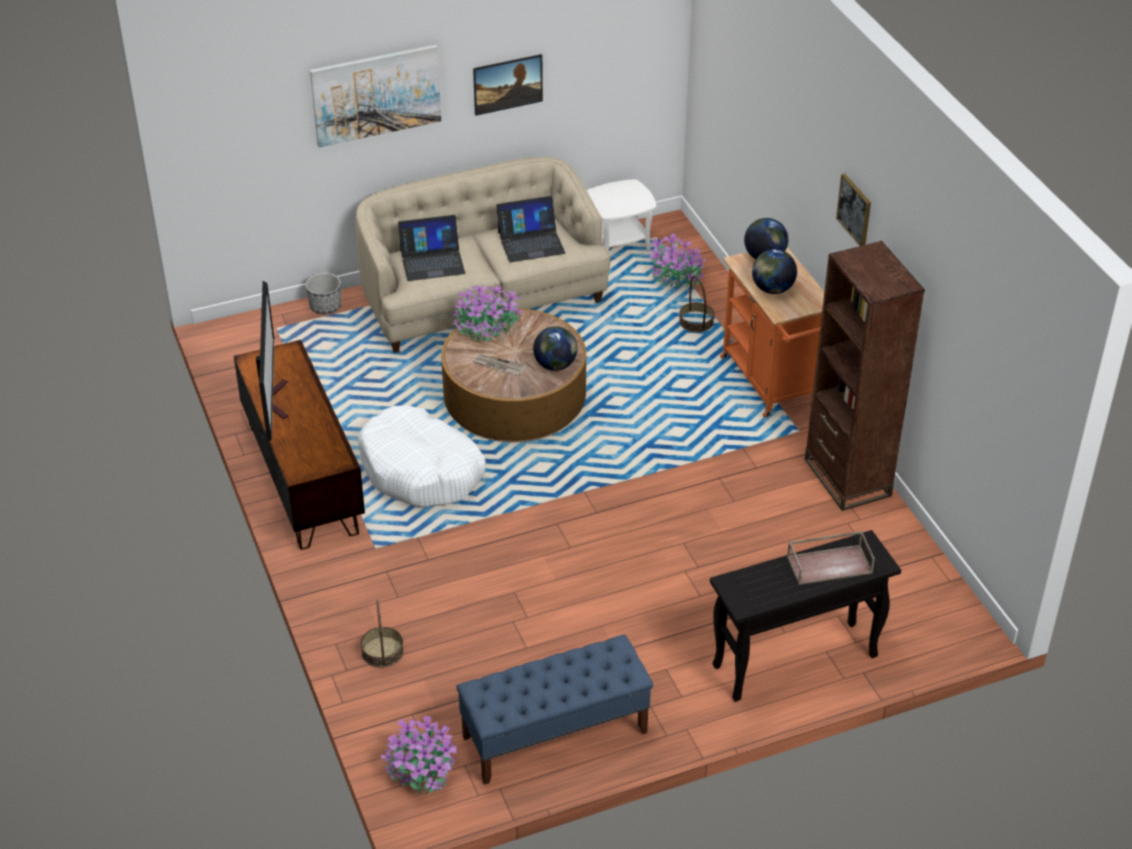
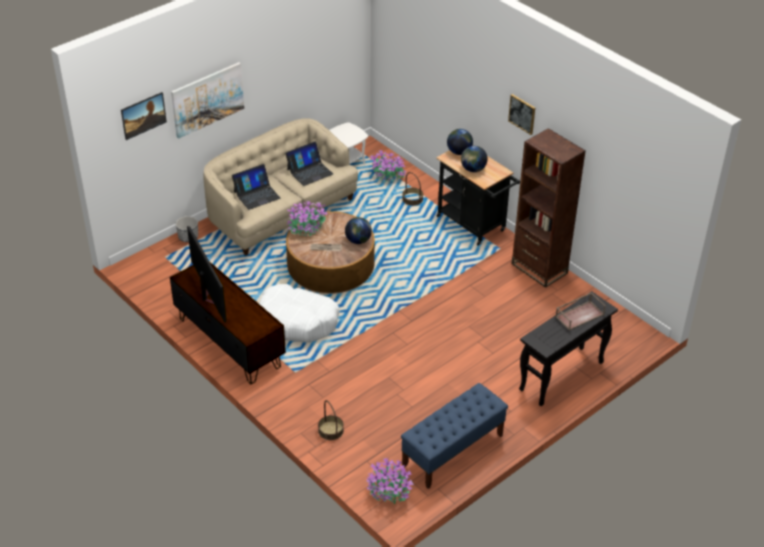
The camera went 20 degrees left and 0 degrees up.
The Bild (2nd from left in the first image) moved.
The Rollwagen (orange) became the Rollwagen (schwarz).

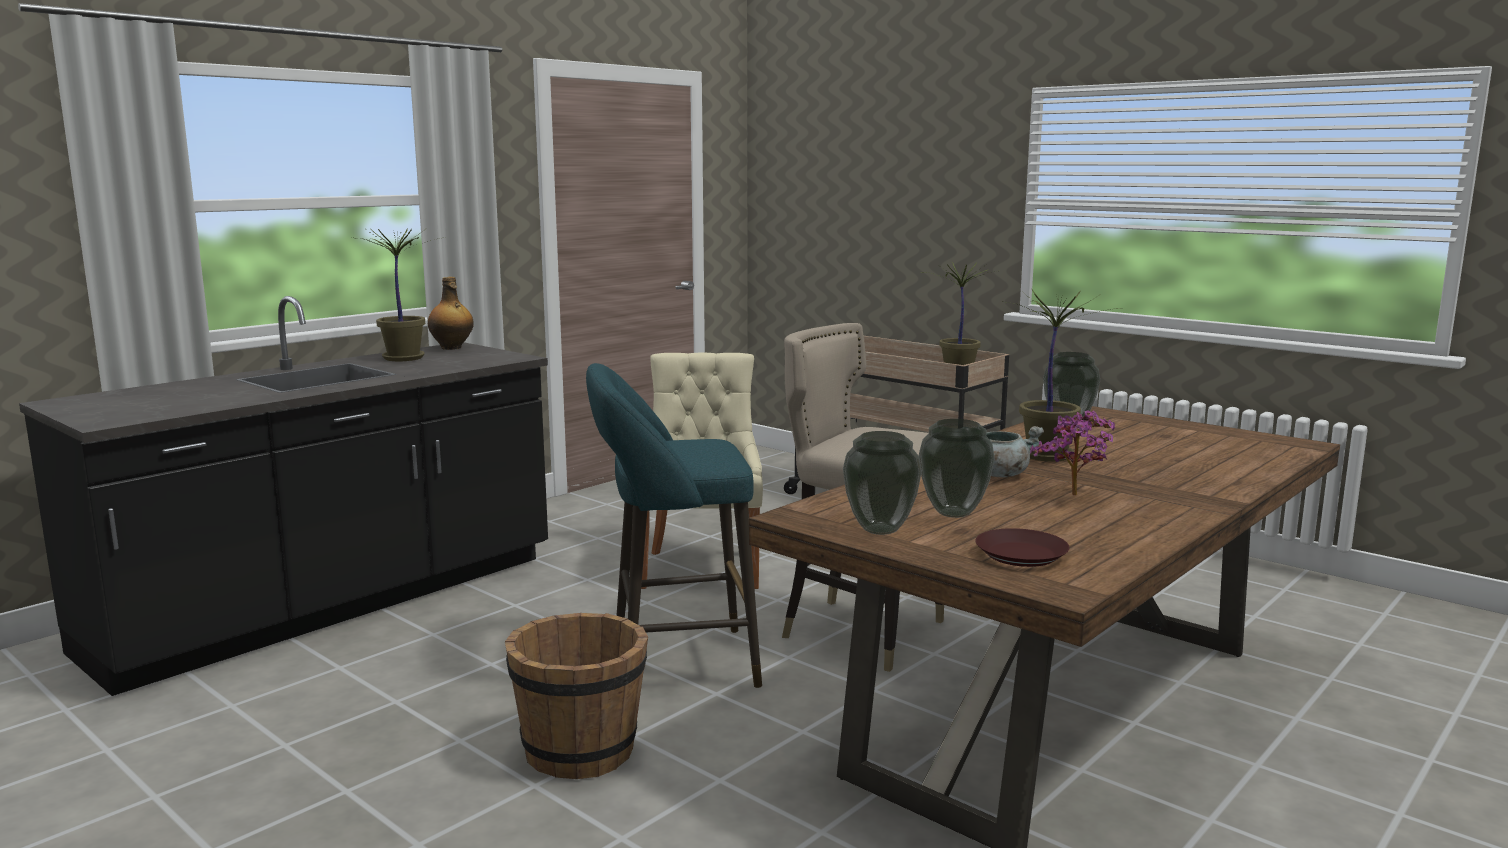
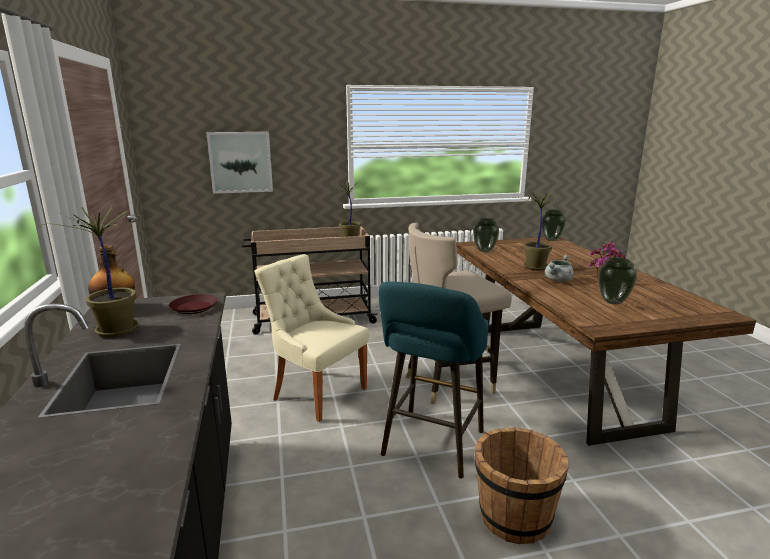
The camera went 55 degrees left and 5 degrees up.
The Vase (1st from left in the first image) moved.
The Teller (braun) moved.
The Bild appeared.

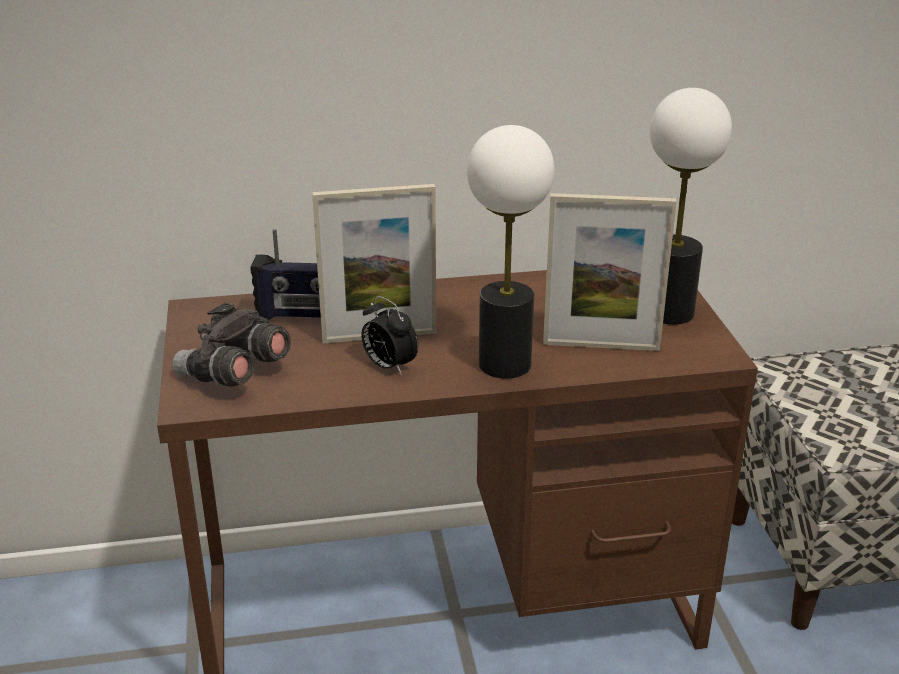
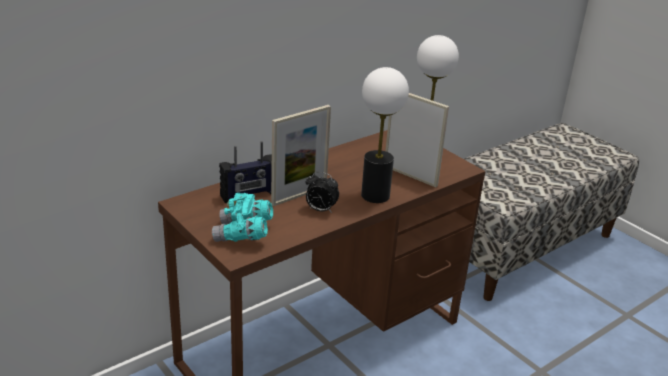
The camera went 30 degrees left and 0 degrees up.
The Bilderrahmen (2nd from left) turned 120 degrees counterclockwise.
The Fernglas (grau) became the Fernglas (türkis).

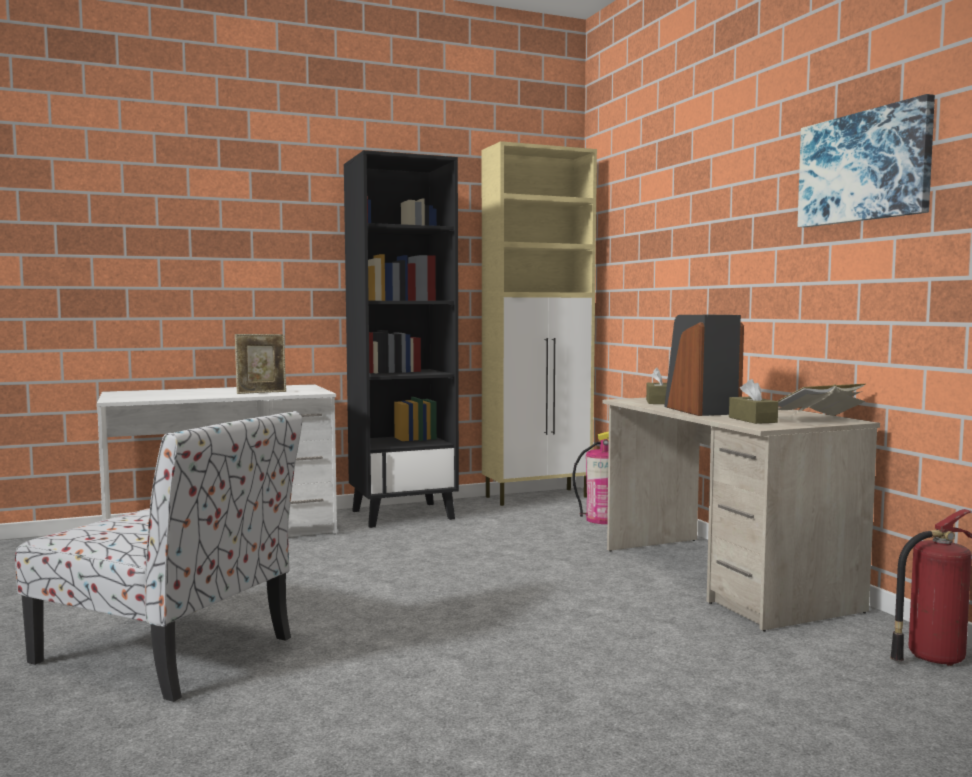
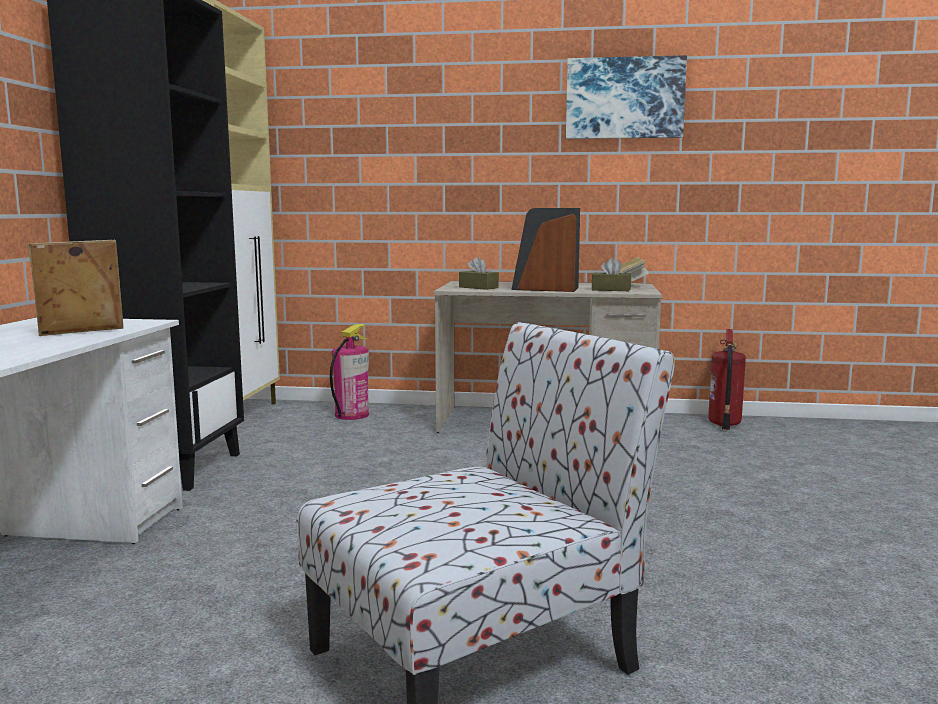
The camera went 60 degrees left and 5 degrees up.
The Bilderrahmen turned 120 degrees counterclockwise.

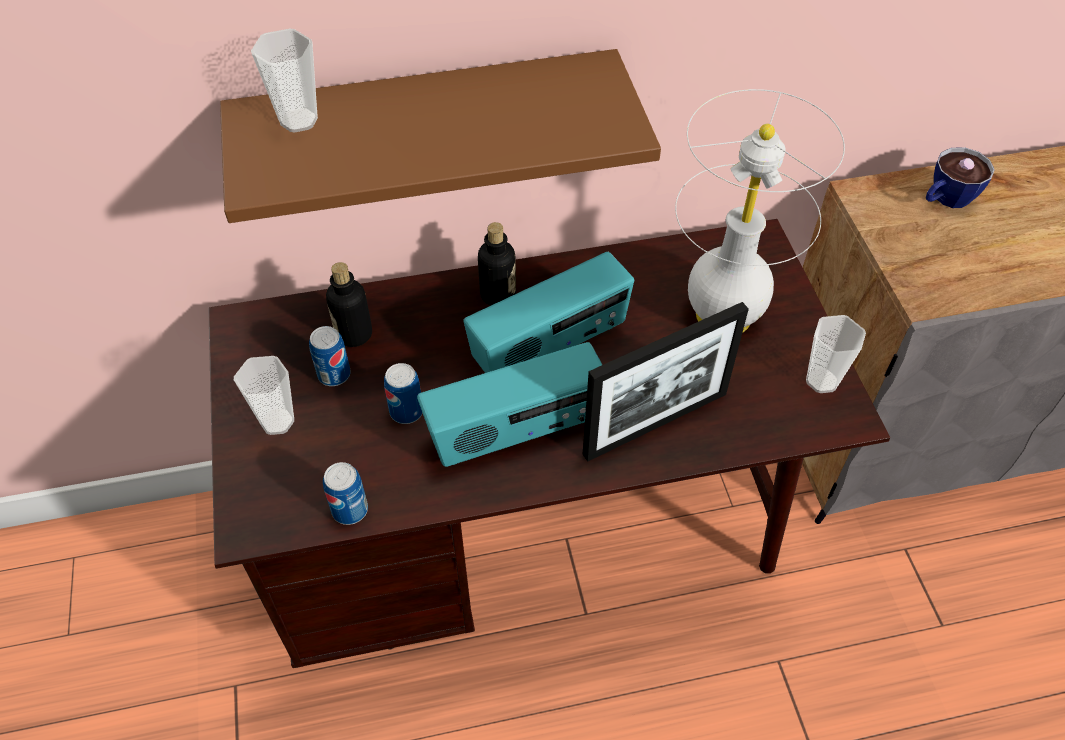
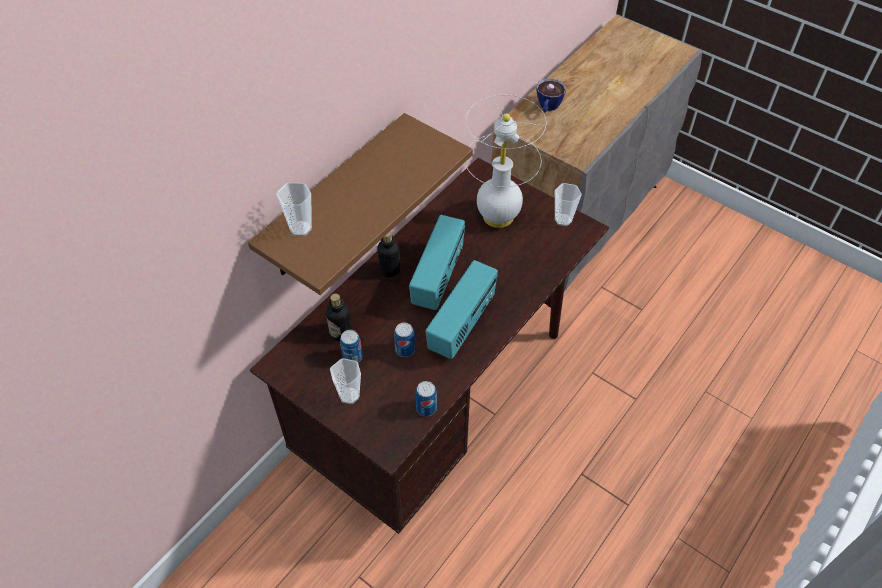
The camera went 40 degrees left and 0 degrees up.
The Bilderrahmen disappeared.

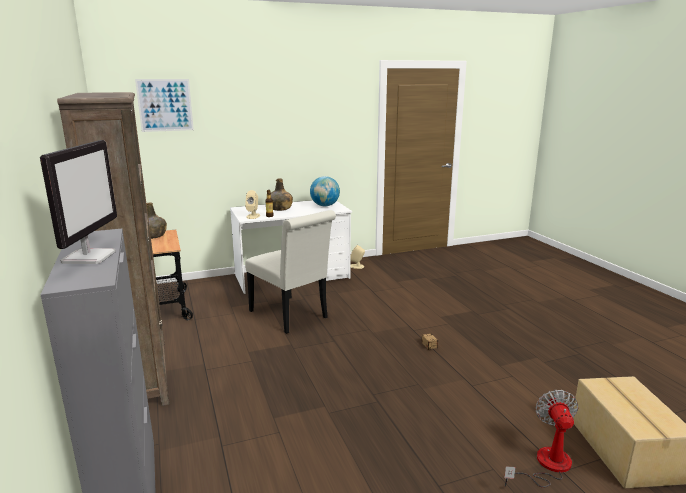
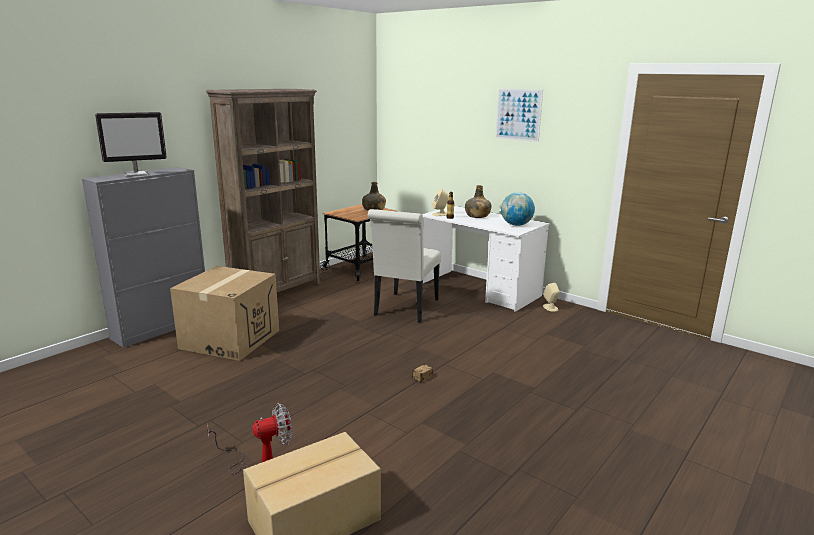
The camera went 60 degrees right and 0 degrees up.
The Bild moved.
The Karton (1st from left) appeared.

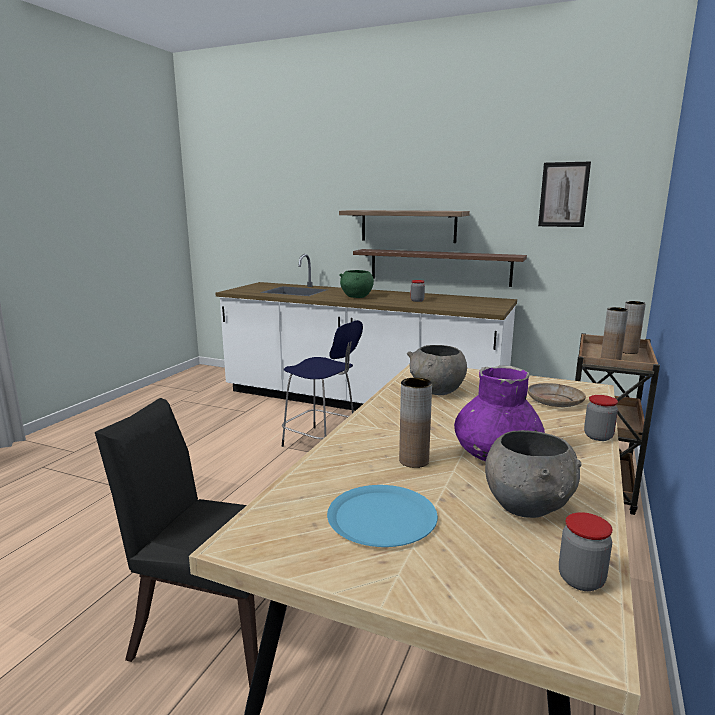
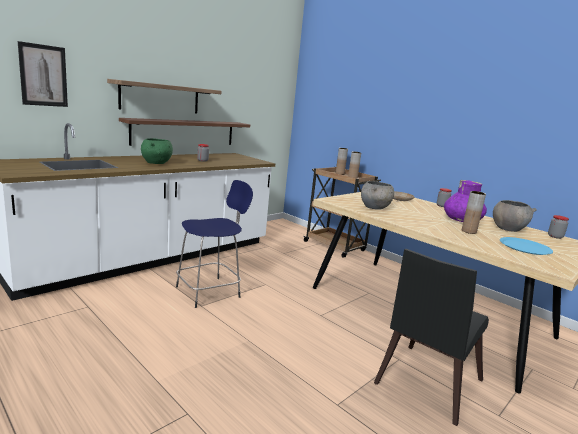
The camera went 70 degrees left and 0 degrees up.
The Bild moved.

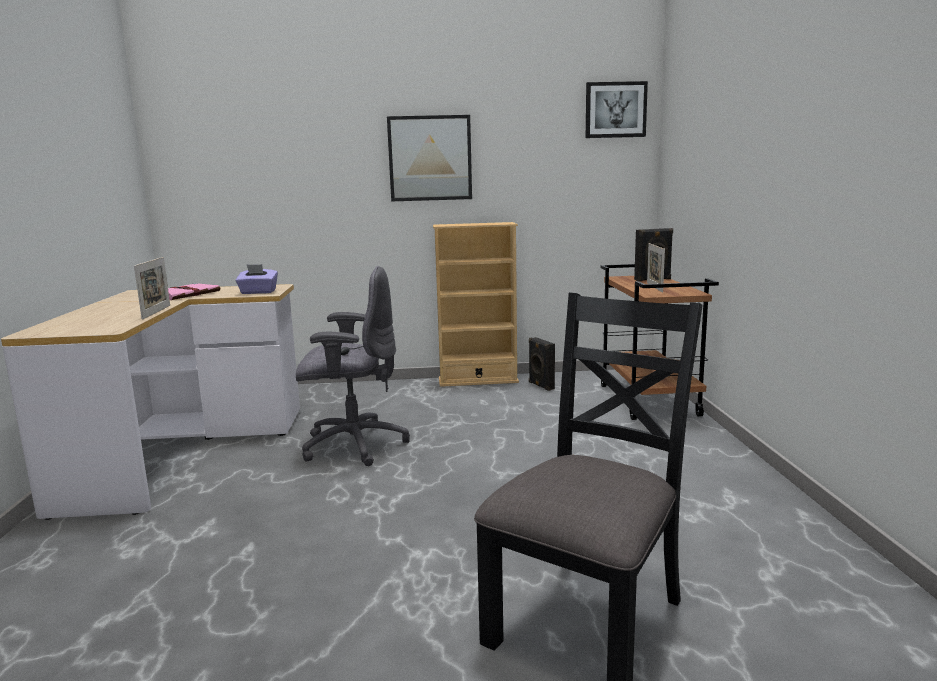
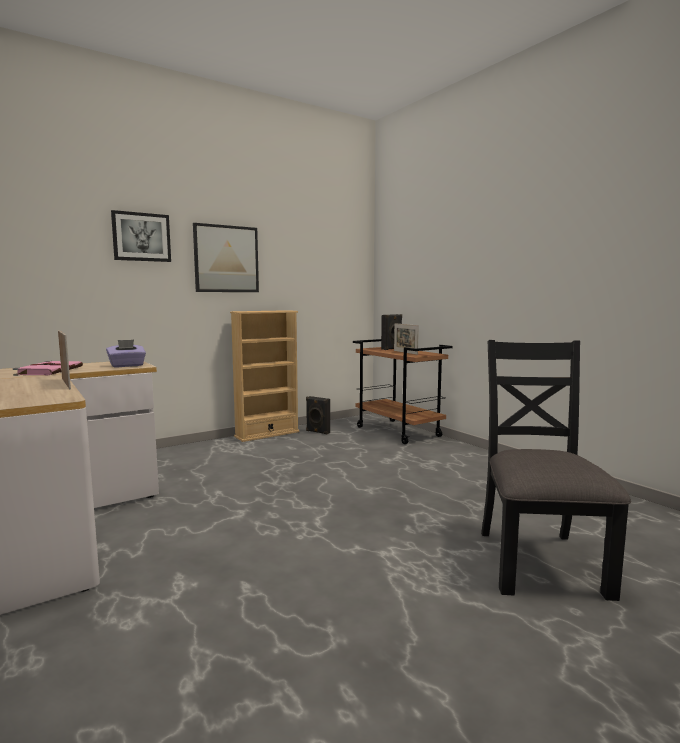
The camera went 30 degrees left and 5 degrees down.
The Bild (2nd from left in the first image) moved.
The Bürostuhl (grau) disappeared.

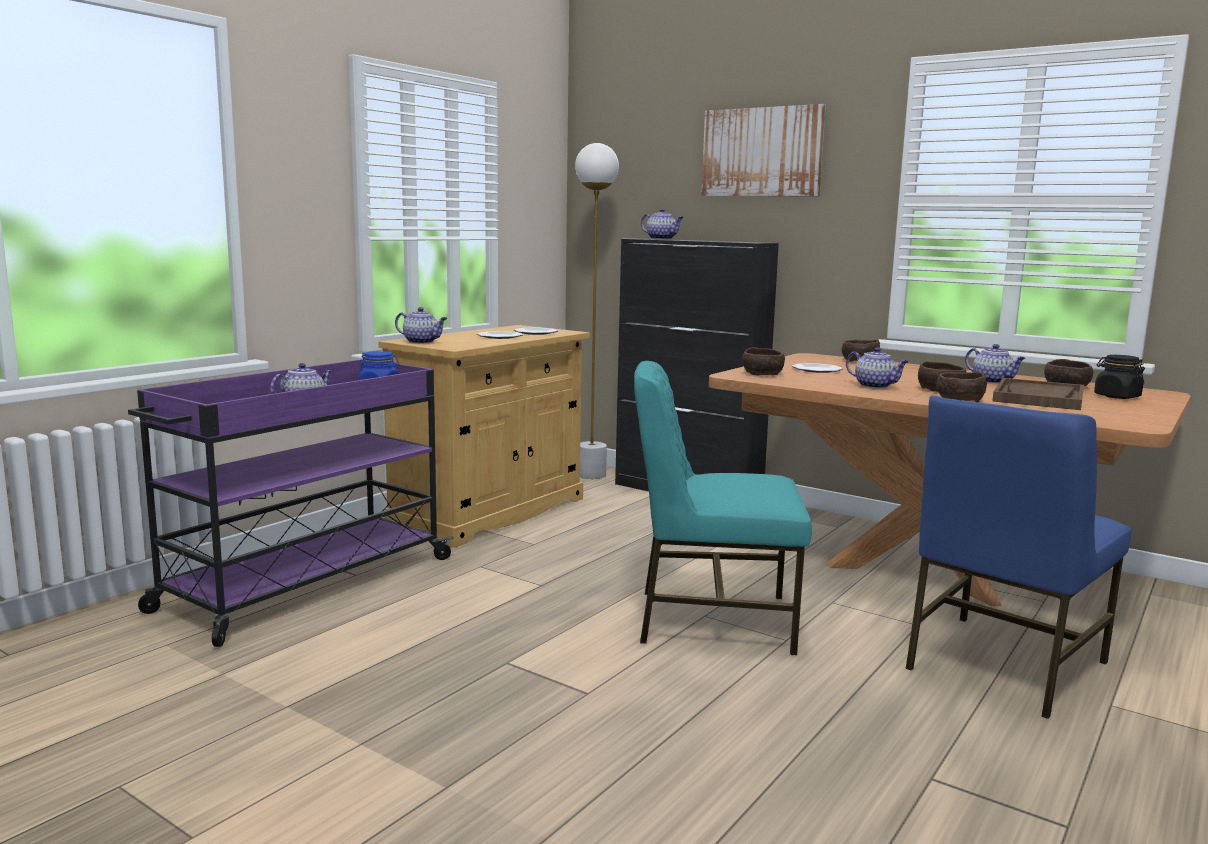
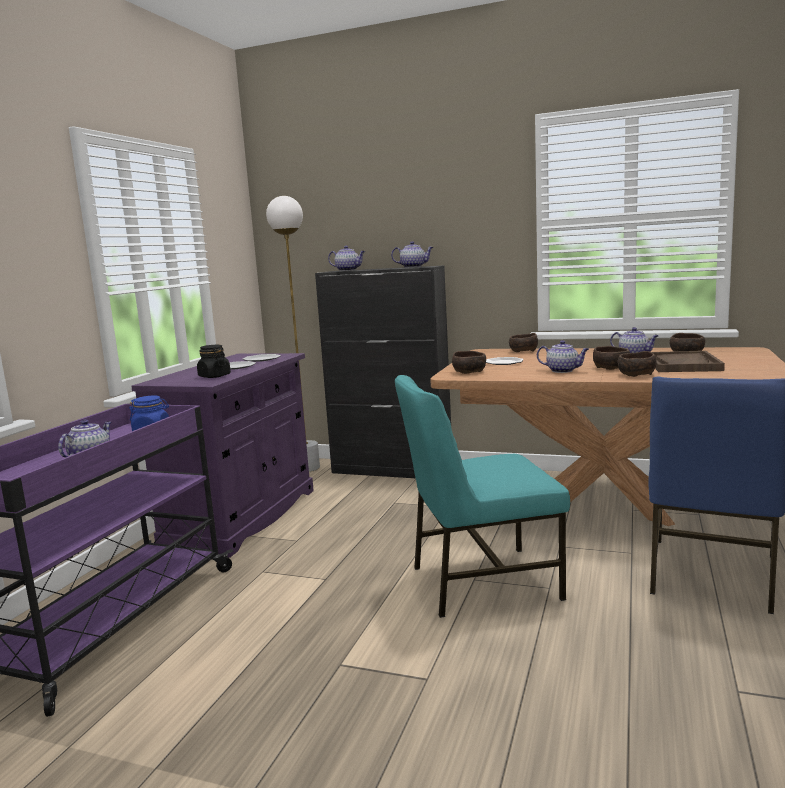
The camera went 15 degrees left and 0 degrees up.
The Bild disappeared.
The Teekanne (2nd from left in the first image) moved.
The Schrank (beige) became the Schrank (lila).
The Vorratsglas (schwarz) moved.

